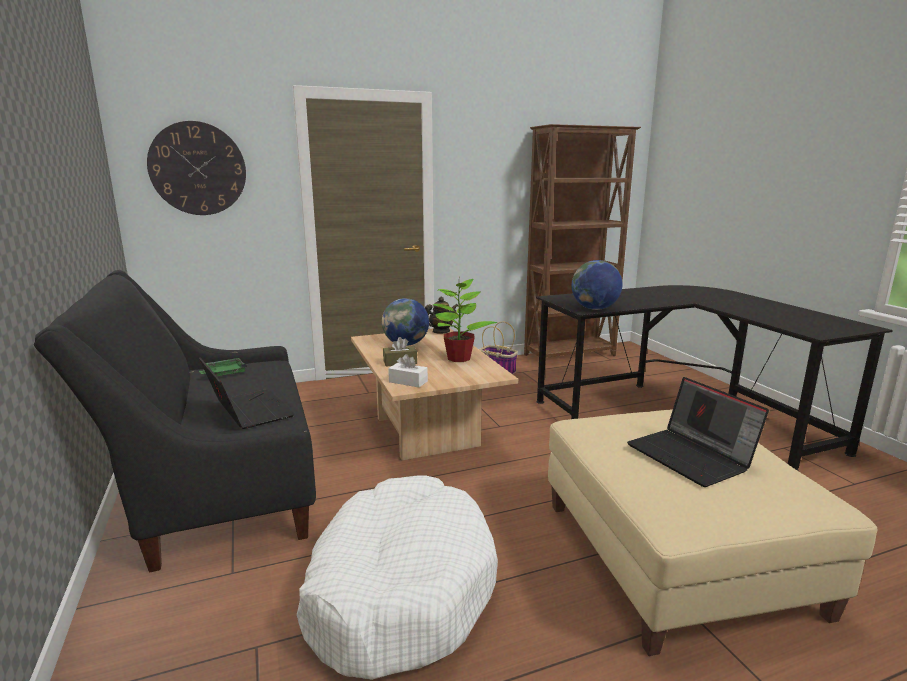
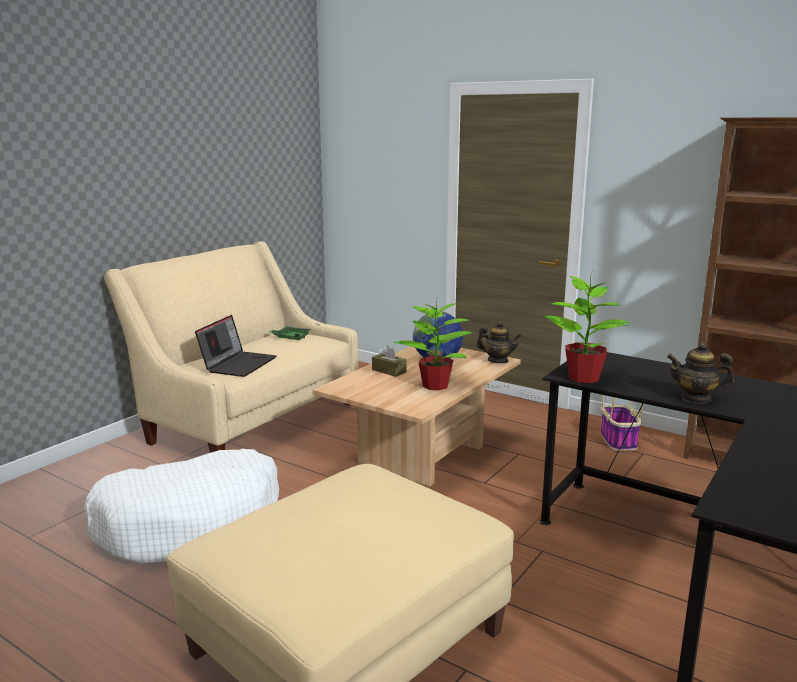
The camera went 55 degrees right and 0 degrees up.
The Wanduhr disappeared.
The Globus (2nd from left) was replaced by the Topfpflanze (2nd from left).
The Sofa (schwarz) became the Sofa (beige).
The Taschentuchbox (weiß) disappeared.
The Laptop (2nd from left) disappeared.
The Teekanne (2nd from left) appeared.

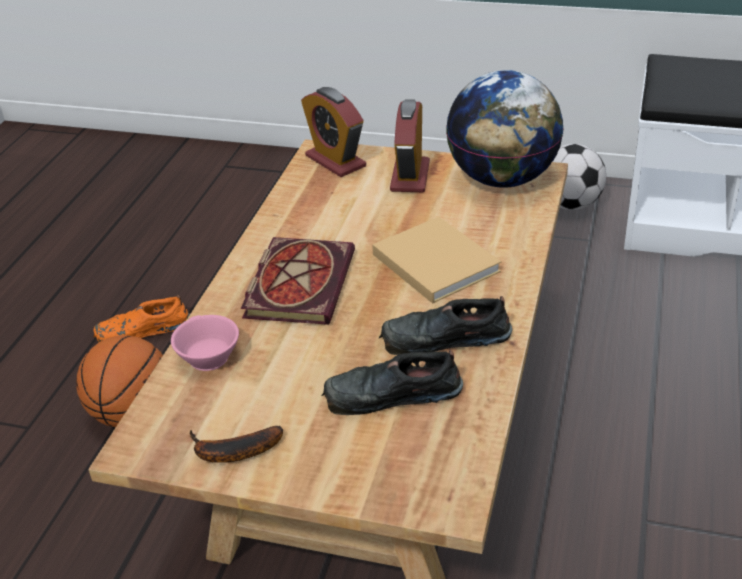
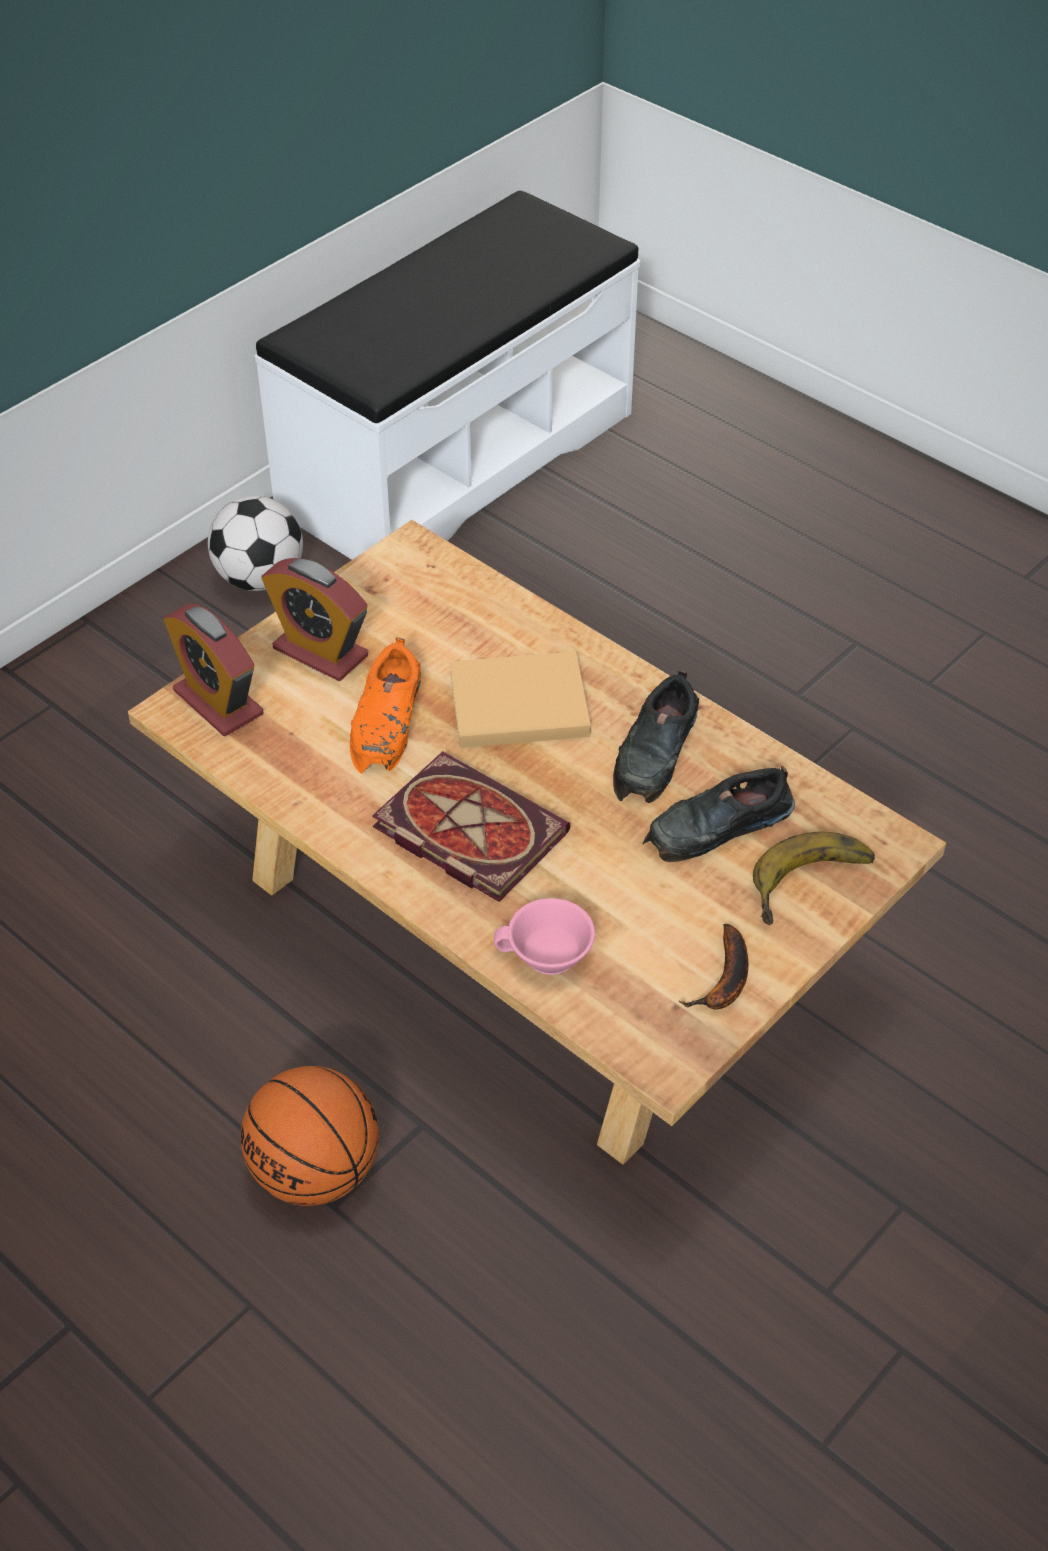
The camera went 65 degrees left and 10 degrees up.
The Globus disappeared.
The Wecker (1st from left) turned 60 degrees clockwise.
The Schuh (orange) moved.
The Schuh (schwarz) (1st from left in the first image) turned 45 degrees clockwise.
The Banane (2nd from left) appeared.

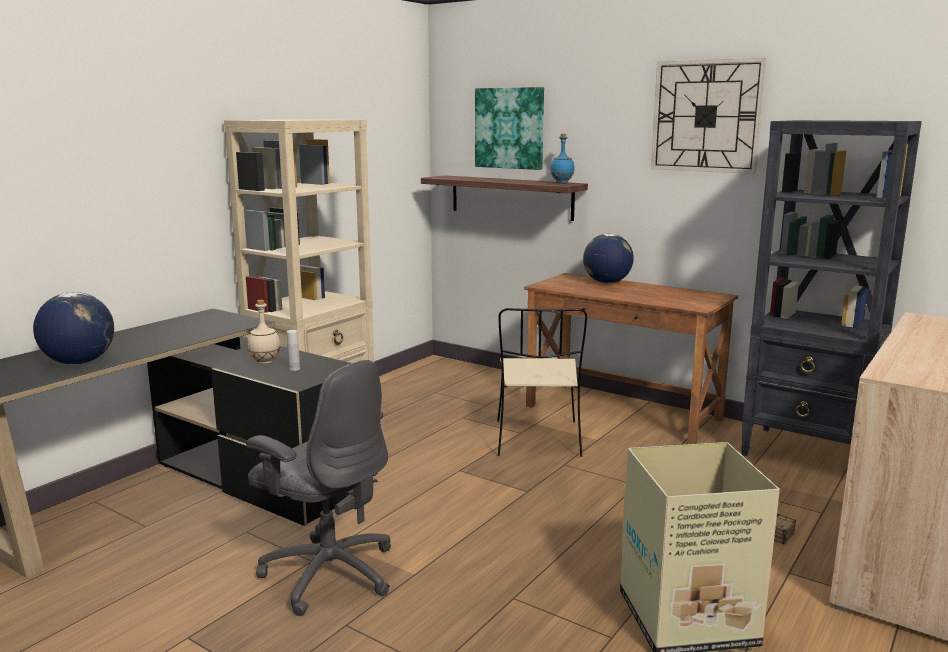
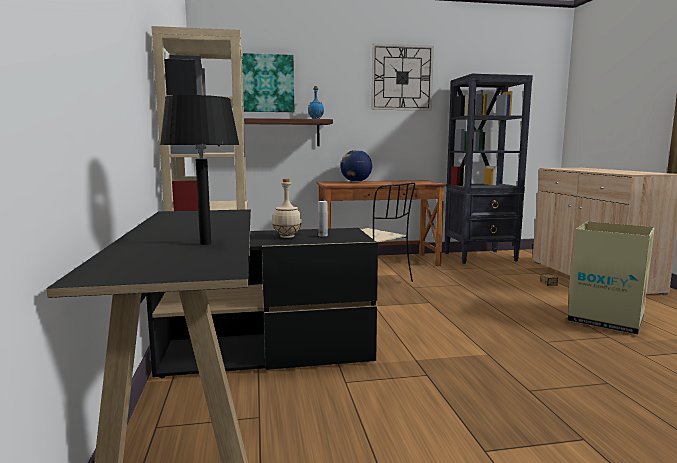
The camera went 45 degrees left and 5 degrees down.
The Globus (1st from left) was replaced by the Tischlampe (schwarz).
The Bürostuhl (grau) disappeared.

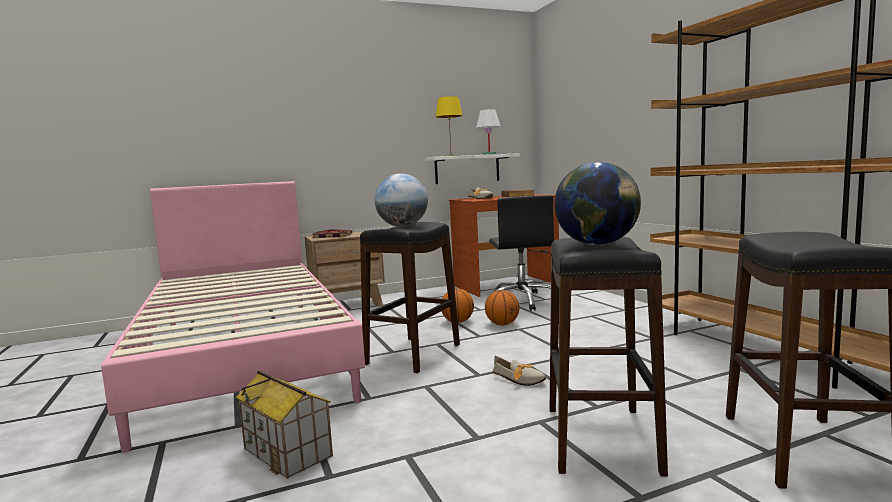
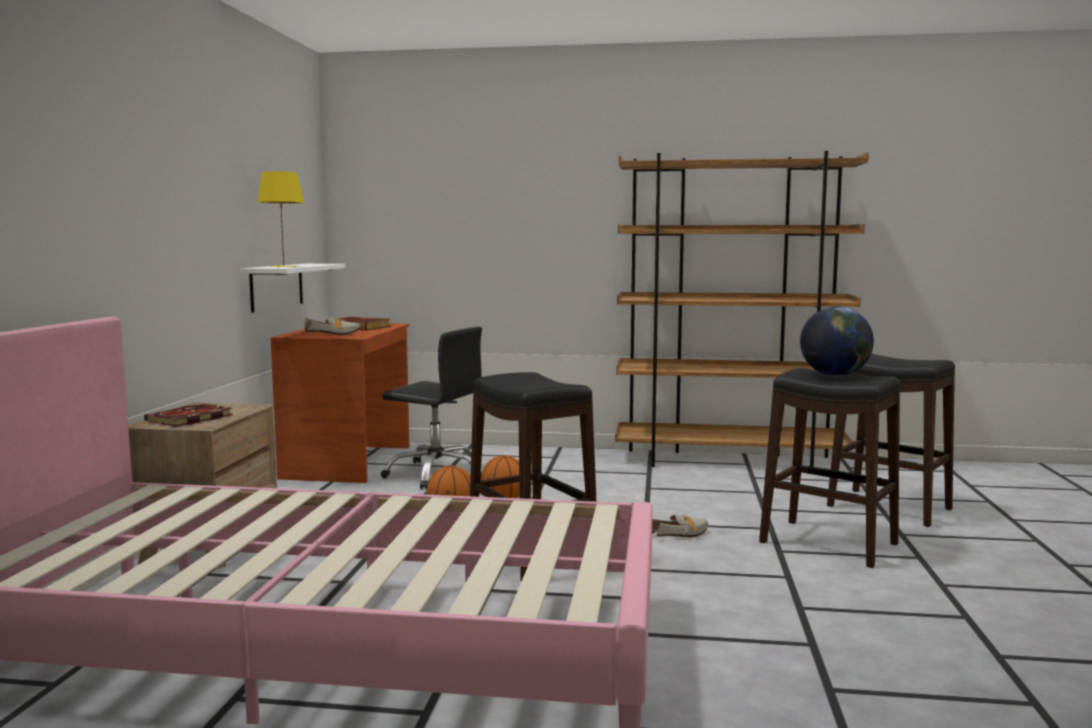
The camera went 60 degrees left and 0 degrees up.
The Tischlampe (weiß) disappeared.
The Globus (1st from left) disappeared.
The Spielzeughaus disappeared.

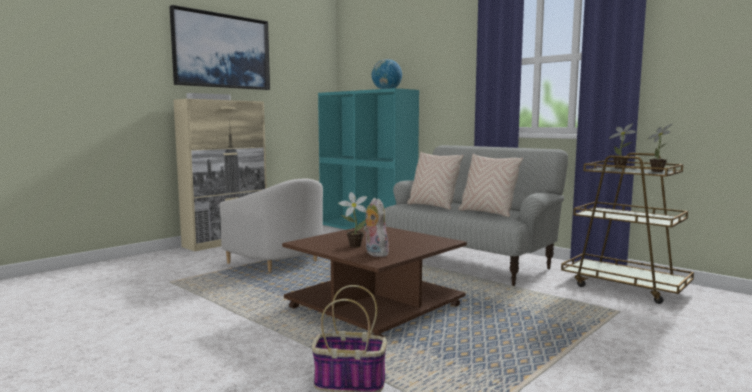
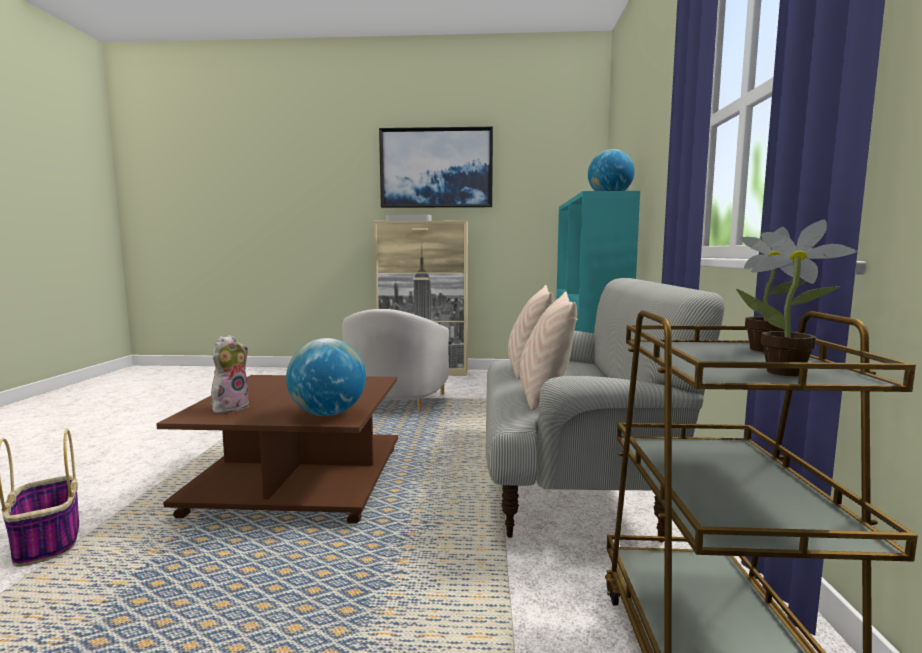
The camera went 50 degrees right and 0 degrees up.
The Topfpflanze (1st from left) disappeared.
The Globus (1st from left) appeared.

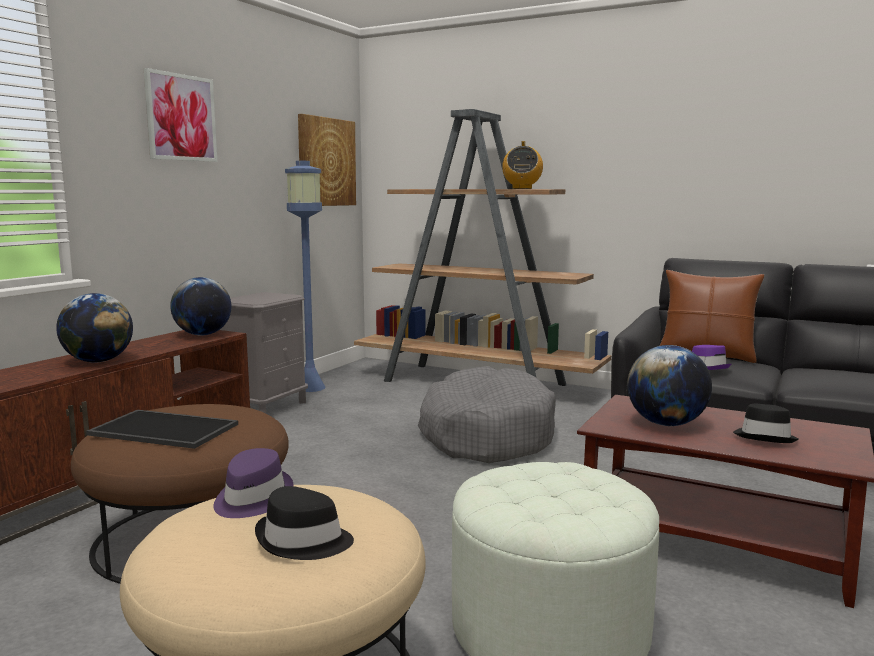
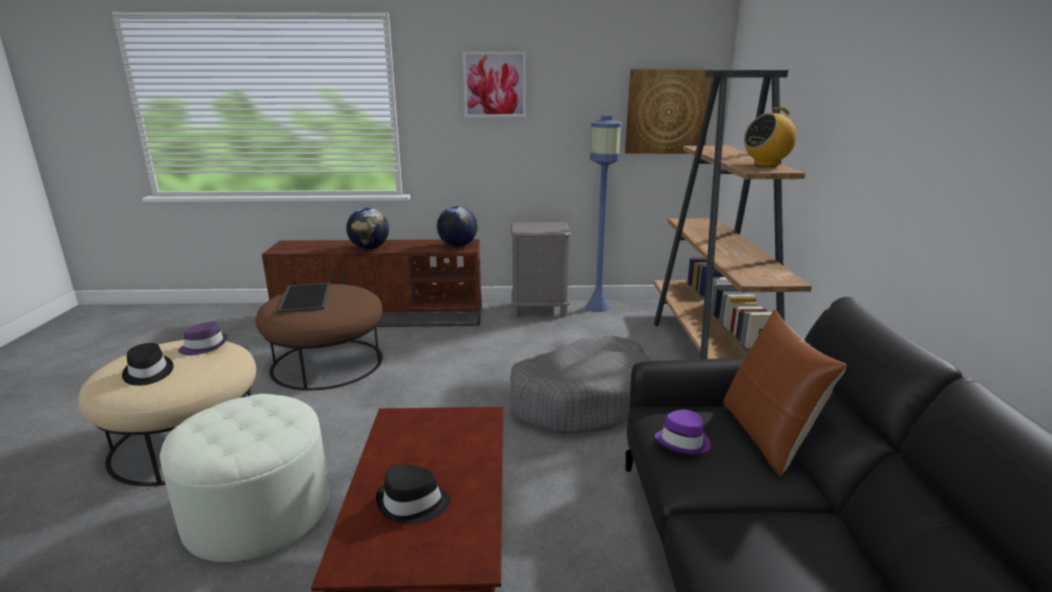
The camera went 60 degrees right and 10 degrees up.
The Globus (3rd from left) disappeared.

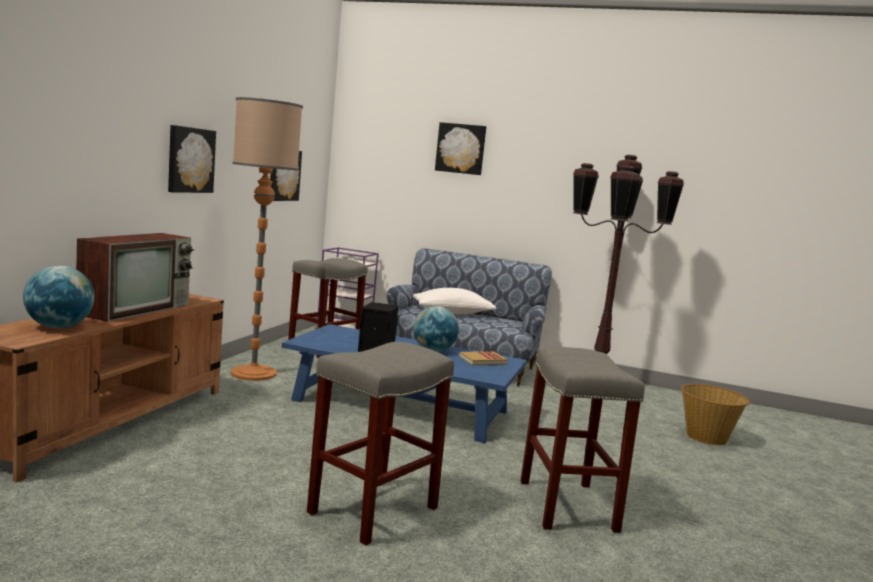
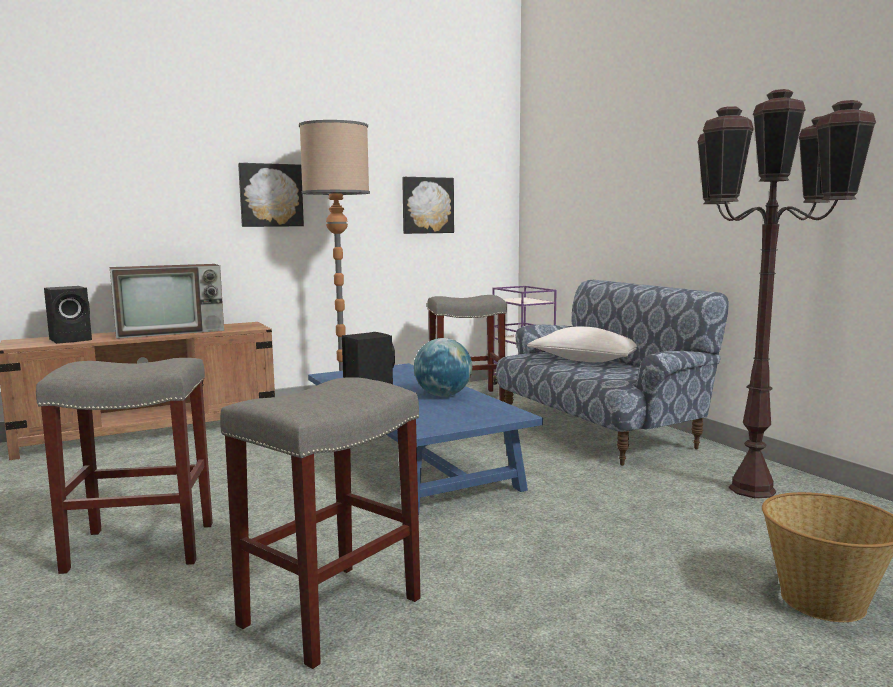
The camera went 45 degrees right and 0 degrees up.
The Bild (3rd from left) disappeared.
The Globus (1st from left) was replaced by the Lautsprecher (schwarz) (1st from left).
The Buch disappeared.

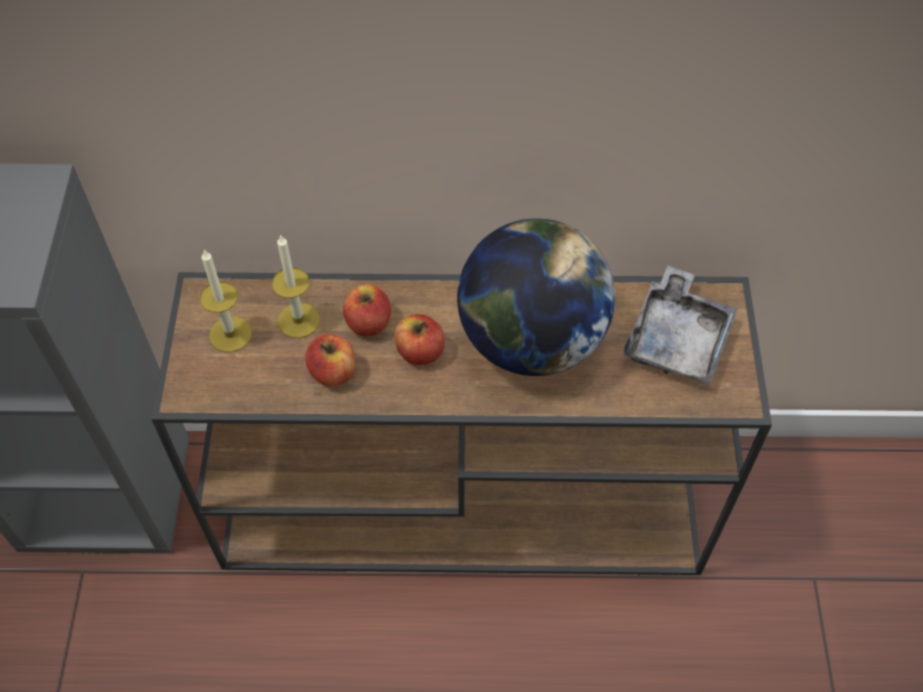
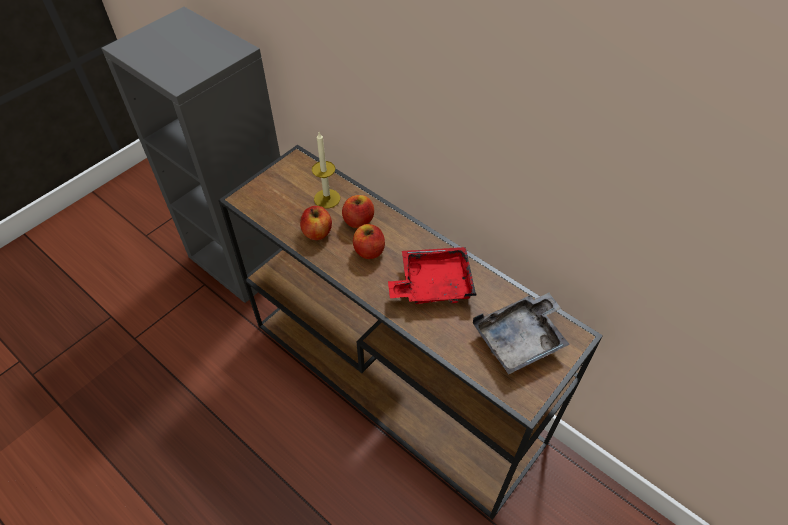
The camera went 40 degrees right and 5 degrees down.
The Globus was replaced by the Tablett (rot).
The Kerze (1st from left) disappeared.

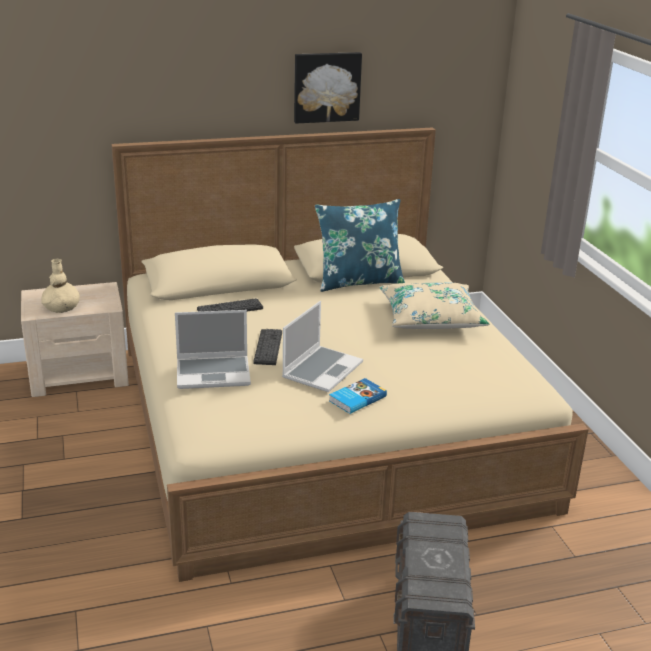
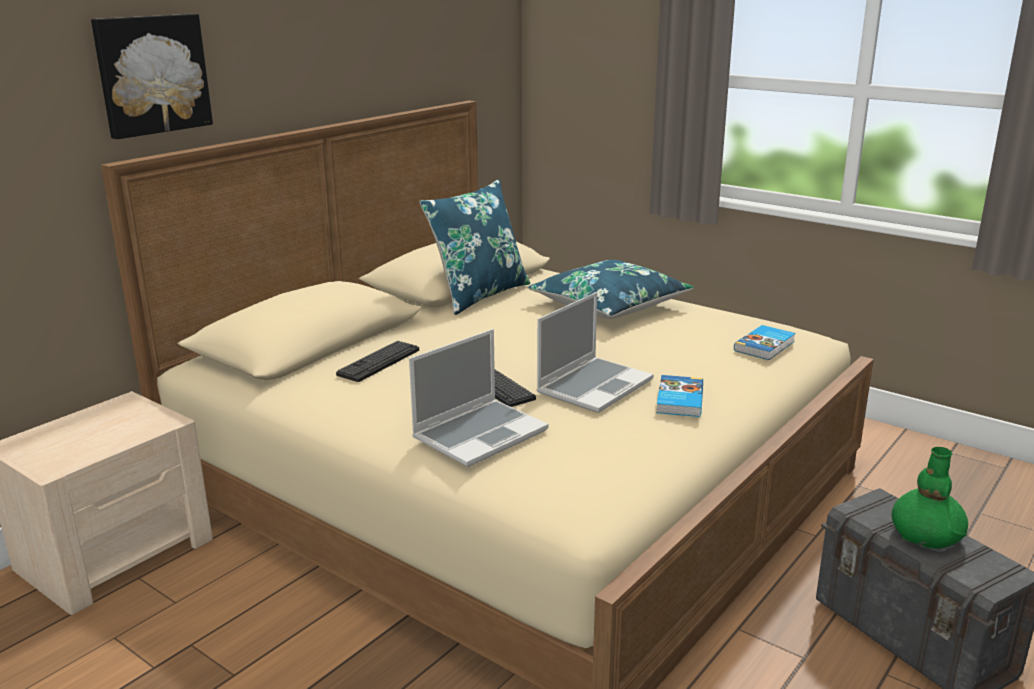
The camera went 35 degrees left and 5 degrees down.
The Bild moved.
The Vase (beige) disappeared.
The Kissen (beige) became the Kissen (blau) (2nd from left).
The Laptop (2nd from left) turned 45 degrees clockwise.
The Buch (2nd from left) appeared.
The Vase (grün) appeared.

